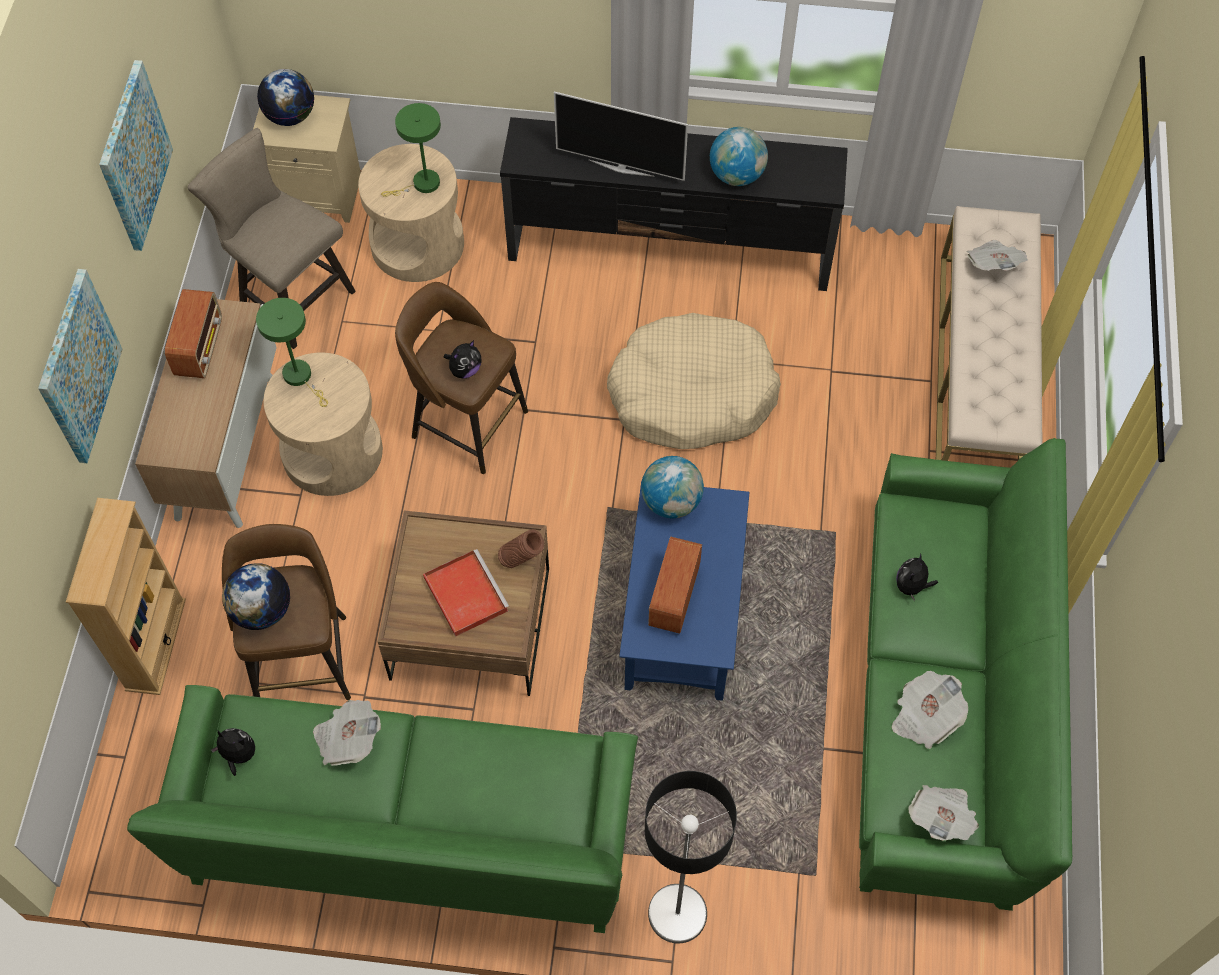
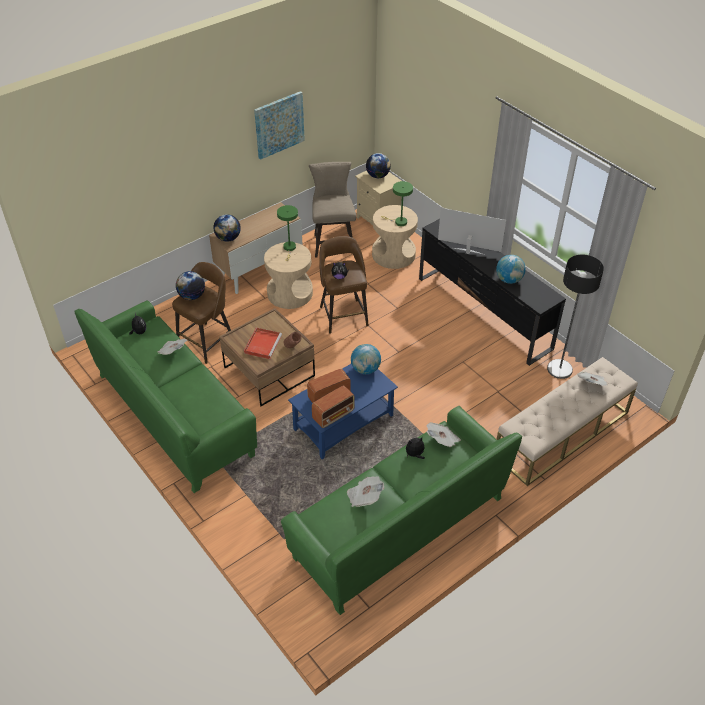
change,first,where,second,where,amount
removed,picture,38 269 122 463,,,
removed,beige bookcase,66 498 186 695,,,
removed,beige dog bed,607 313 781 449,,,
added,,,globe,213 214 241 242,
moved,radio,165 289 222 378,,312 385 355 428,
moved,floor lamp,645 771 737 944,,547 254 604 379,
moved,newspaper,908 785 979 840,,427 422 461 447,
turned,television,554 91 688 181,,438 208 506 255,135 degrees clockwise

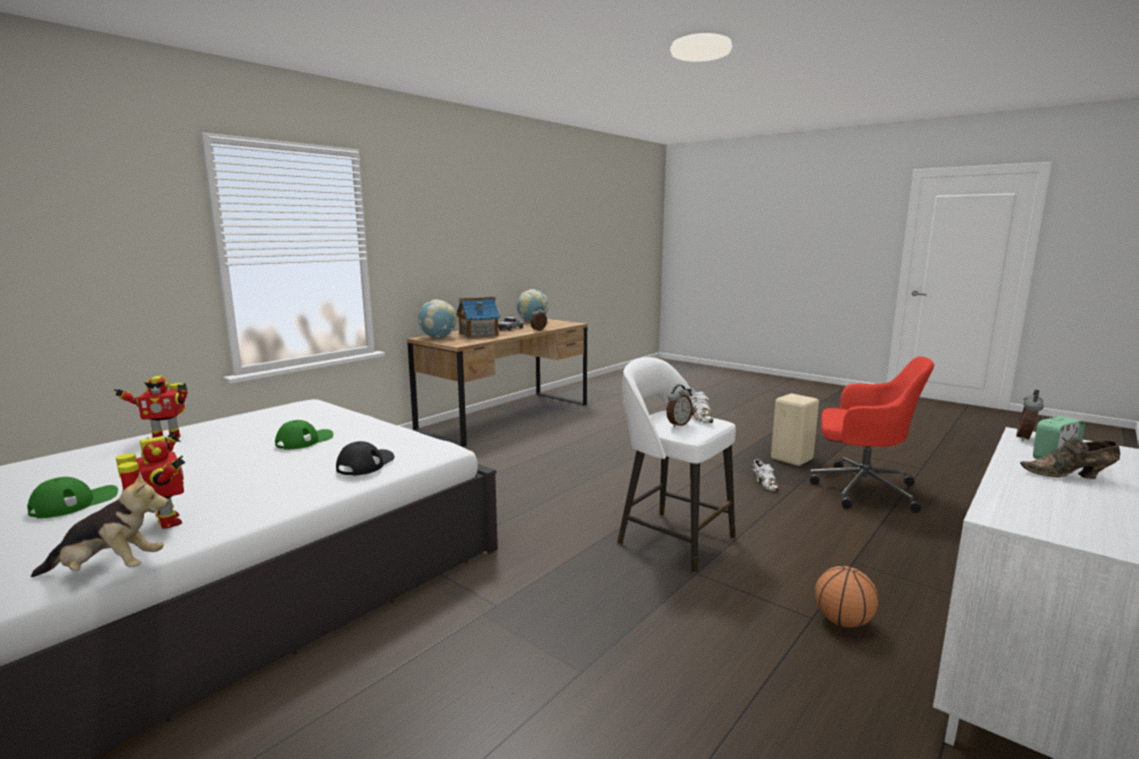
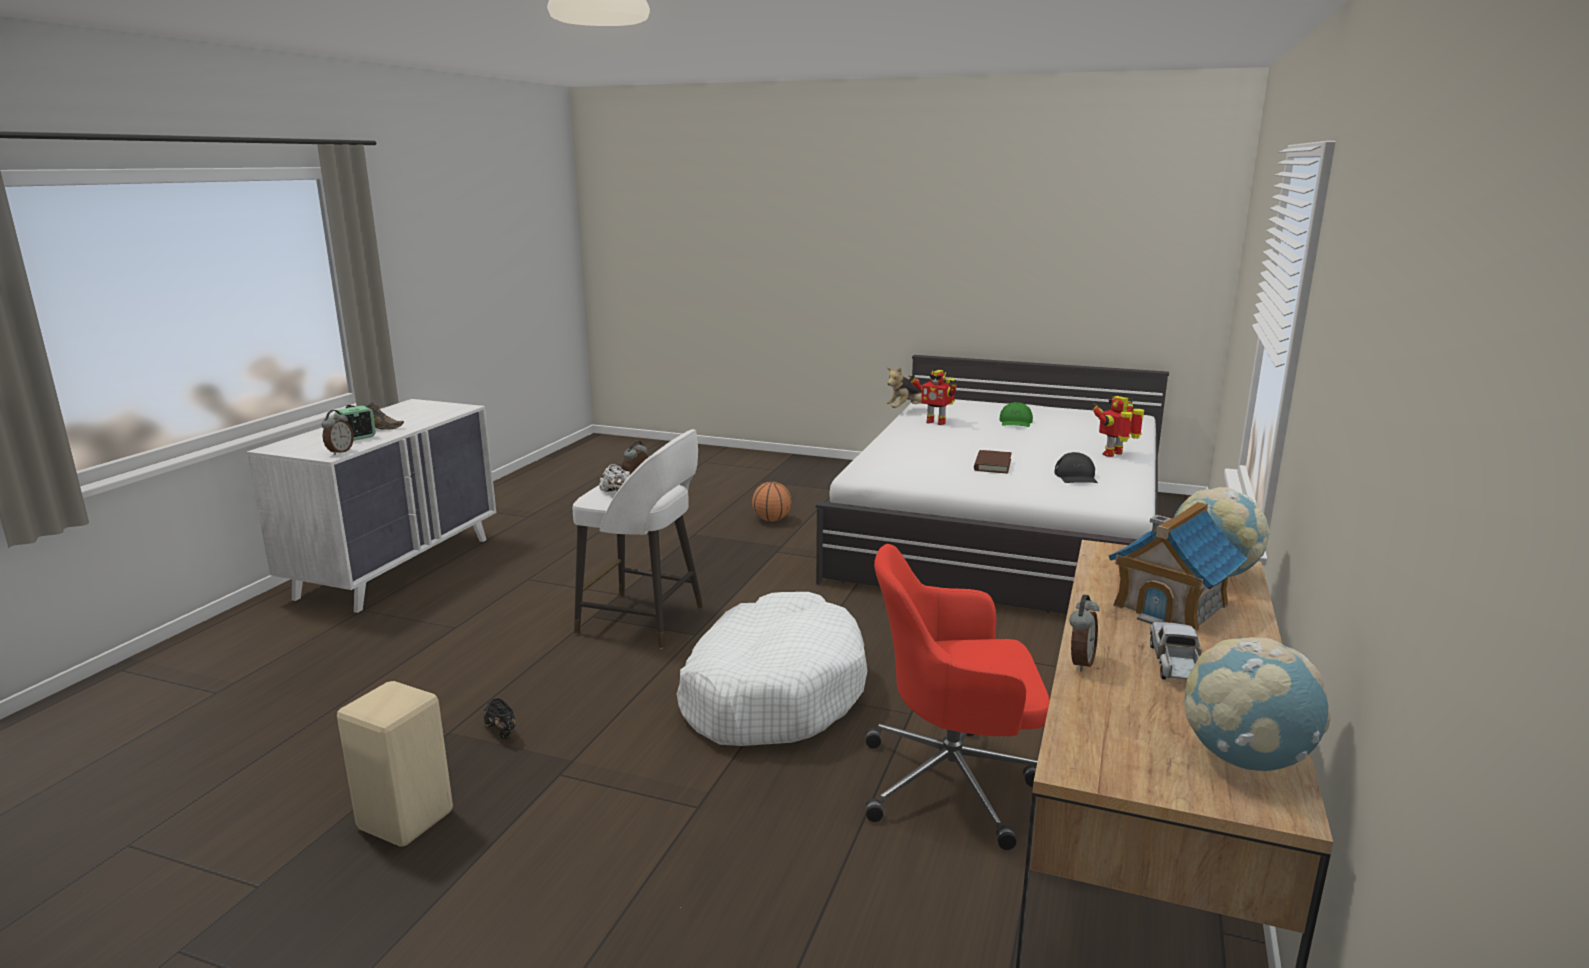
change,first,where,second,where,amount
added,,,white dog bed,677 592 867 746,
moved,black cap,336 441 395 476,,1054 452 1098 483,
moved,red office chair,810 356 934 513,,866 544 1050 850,
moved,basketball,815 566 878 628,,752 482 792 521,
replaced,green cap,275 420 333 449,brown book,974 450 1012 474,
recoloured,white shoe,753 459 779 491,black shoe,484 698 516 739,

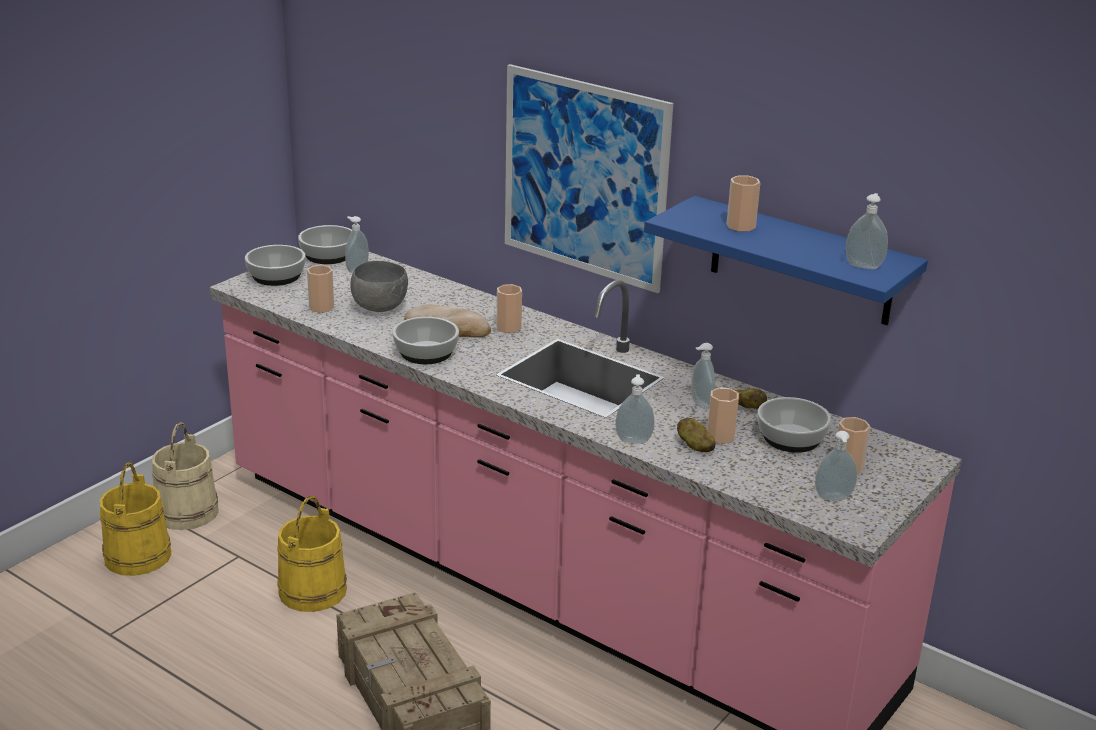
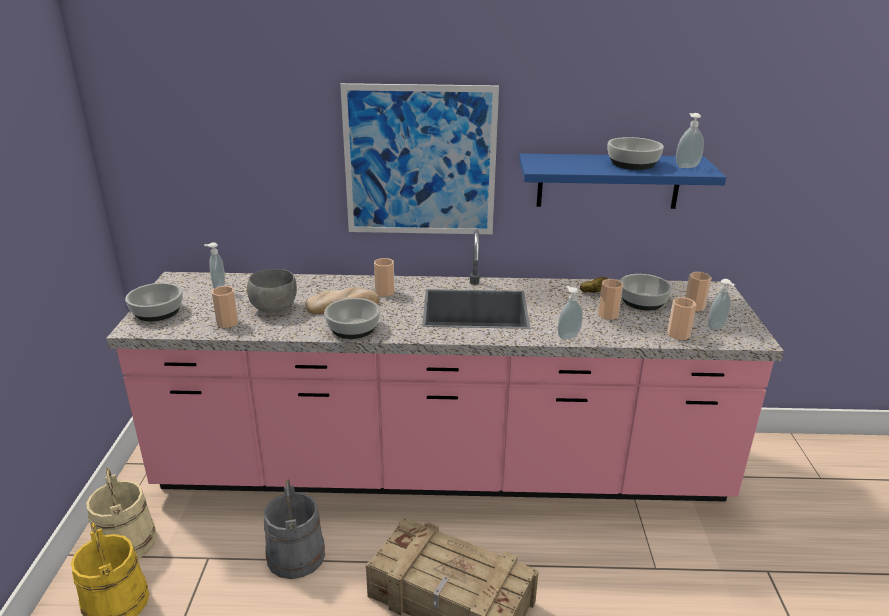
change,first,where,second,where,amount
removed,potato,677 417 716 452,,,
removed,soap dispenser,691 343 715 409,,,
moved,bowl,298 225 352 264,,608 137 664 170,
moved,cup,727 176 760 232,,667 297 696 340,
recoloured,yellow bucket,277 496 347 612,grey bucket,264 479 325 579,

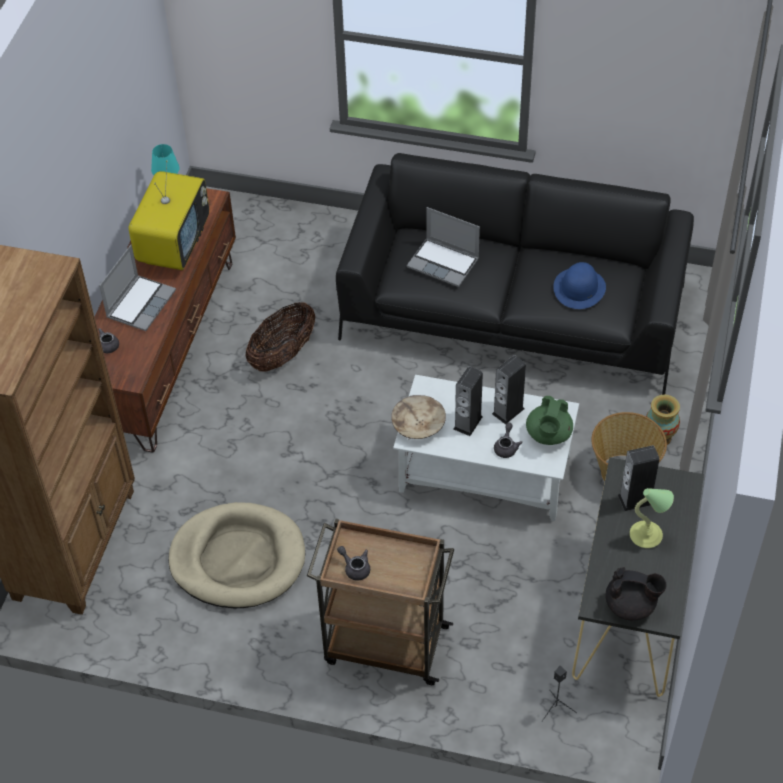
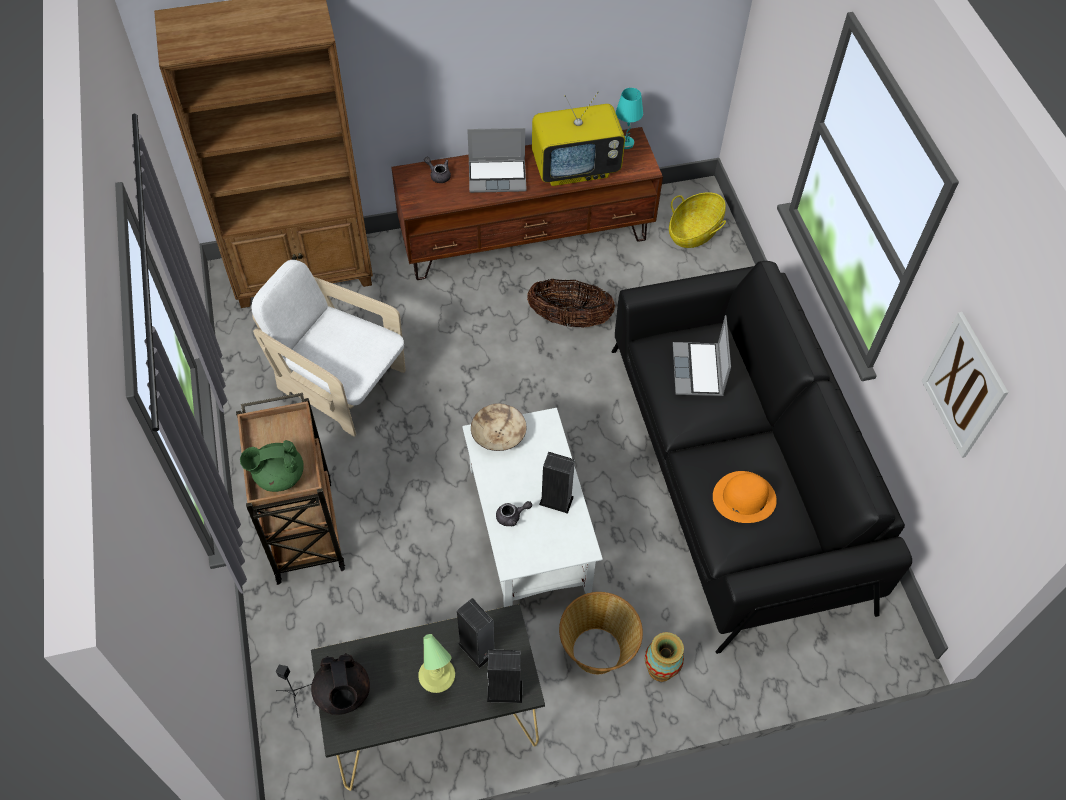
change,first,where,second,where,amount
removed,grey teapot,337 546 370 581,,,
added,,,basket,669 192 726 248,
added,,,picture,922 312 1008 458,
moved,speaker,453 366 483 436,,487 649 523 703,
moved,green teapot,526 396 573 445,,240 440 304 492,
replaced,beige dog bed,168 502 305 608,white armchair,252 260 406 437,
recoloured,blue hat,553 262 606 309,orange hat,713 471 777 523,

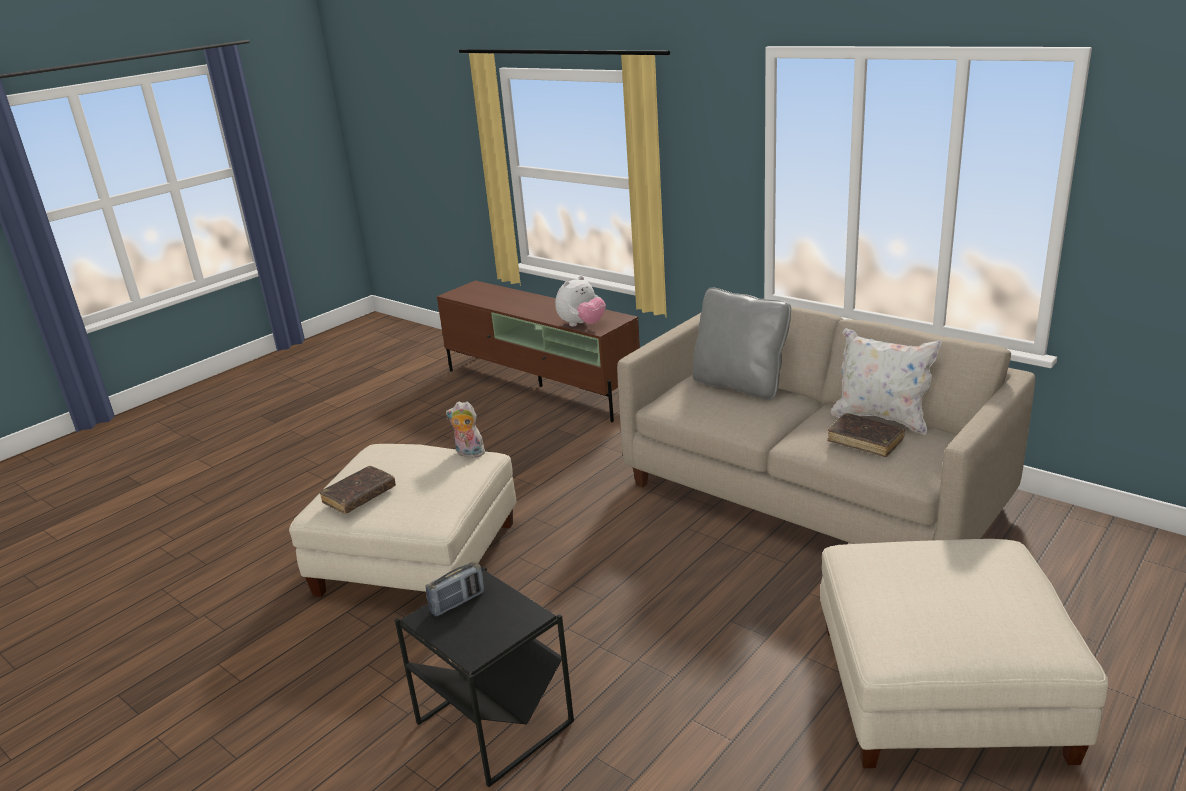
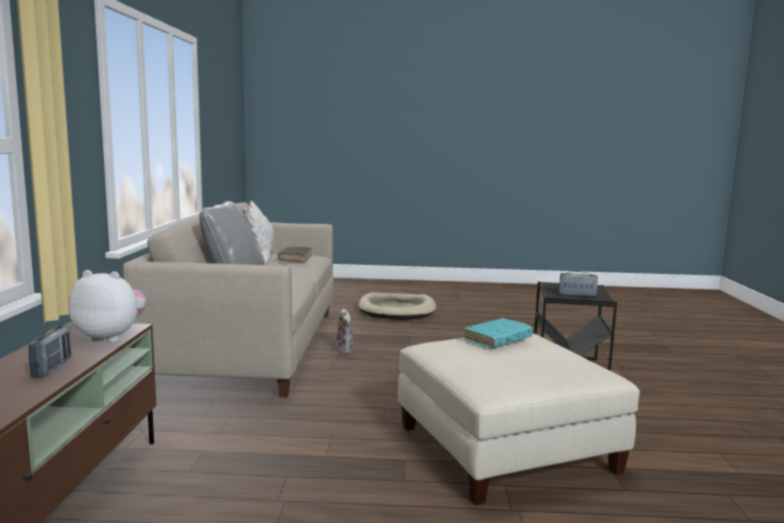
change,first,where,second,where,amount
removed,brown book,319 466 396 514,,,
added,,,radio,28 326 72 377,
added,,,turquoise book,464 318 533 348,
moved,plush toy,446 402 485 458,,336 308 355 354,
replaced,beige ottoman,820 539 1108 768,beige dog bed,358 292 436 320,

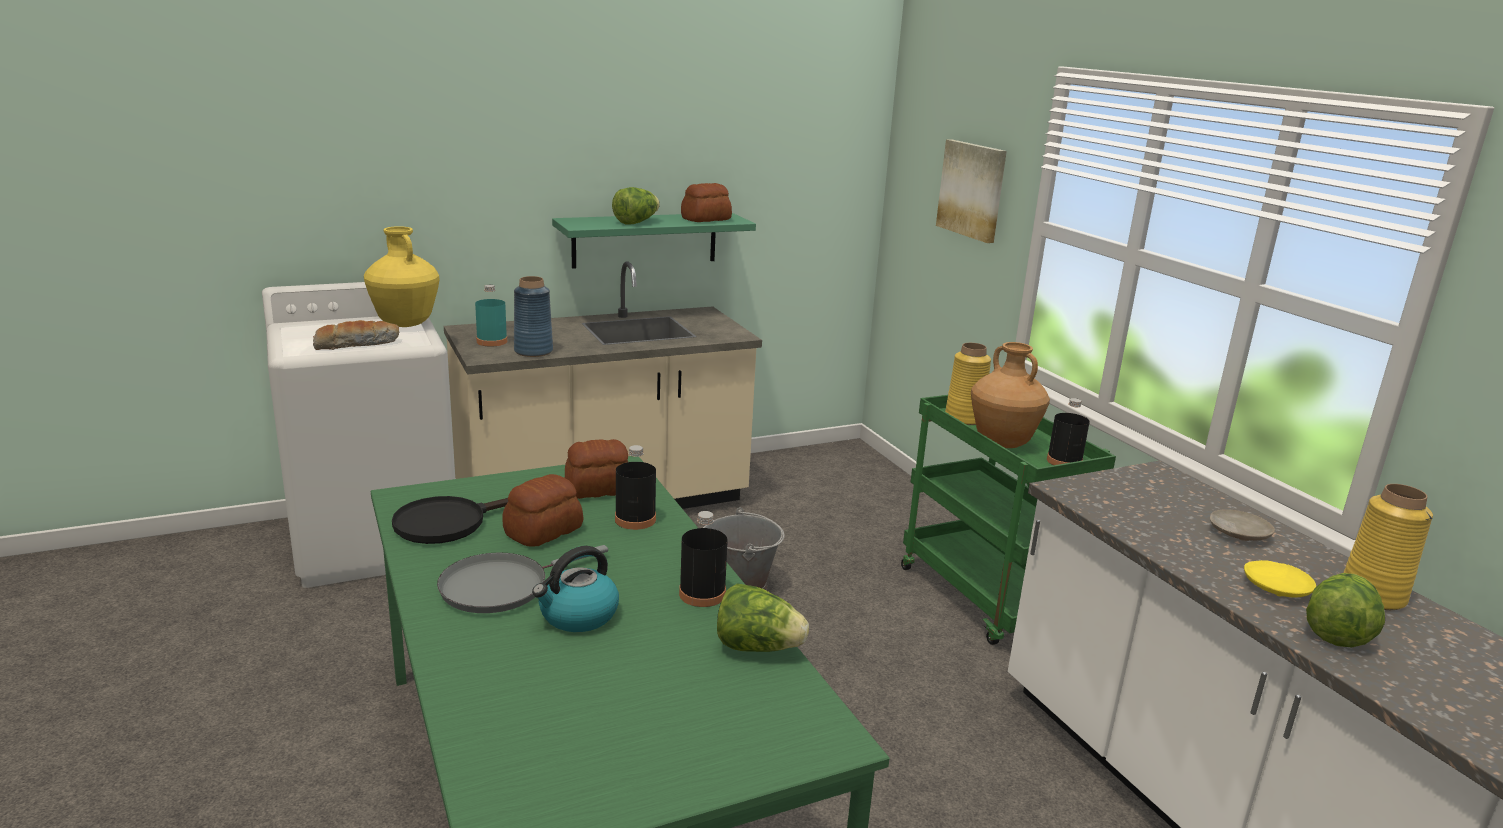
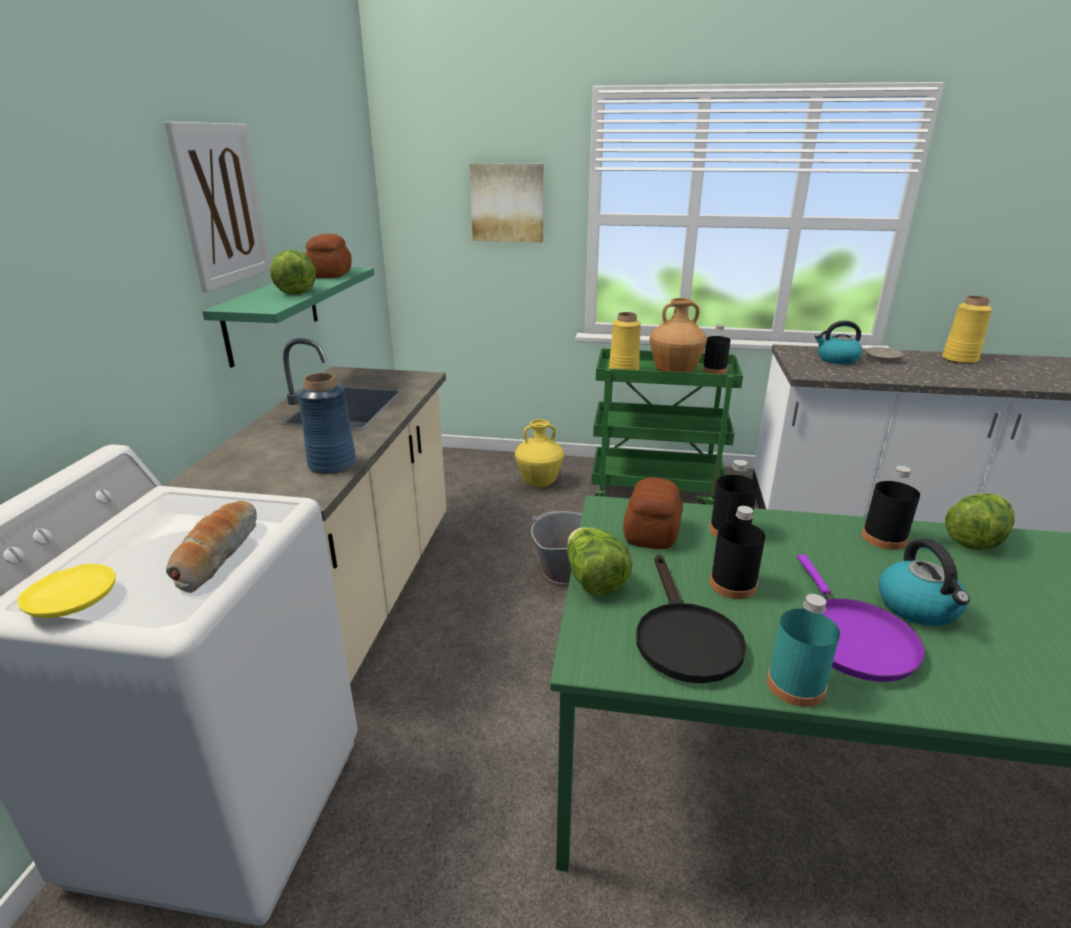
change,first,where,second,where,amount
added,,,picture,164 122 271 292,
added,,,kettle,815 321 863 364,
moved,yellow vase,364 226 440 327,,515 419 564 487,
moved,turquoise bottle,475 285 507 347,,767 594 840 707,
moved,yellow plate,1244 560 1316 598,,18 564 116 618,
moved,lettuce,1306 573 1385 648,,567 527 633 596,
replaced,bread,502 474 584 547,black bottle,710 506 765 599,
recoloured,grey frying pan,437 545 608 613,purple frying pan,797 555 925 682,

